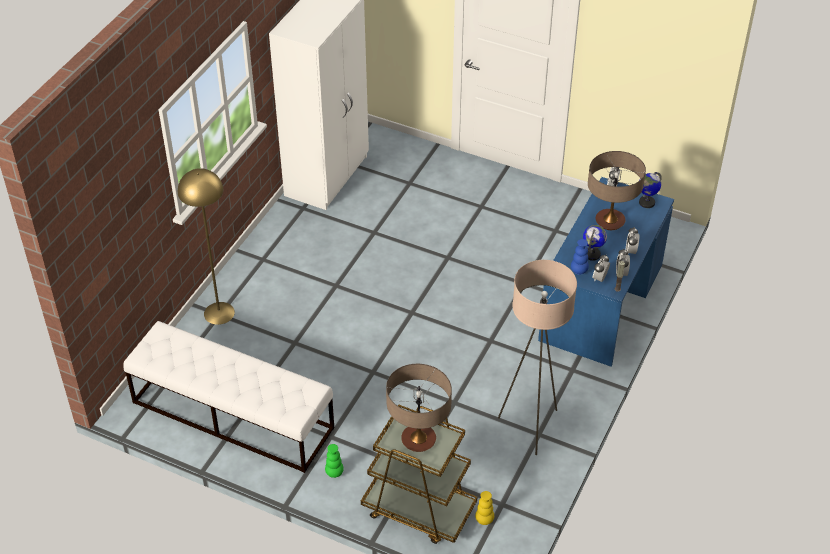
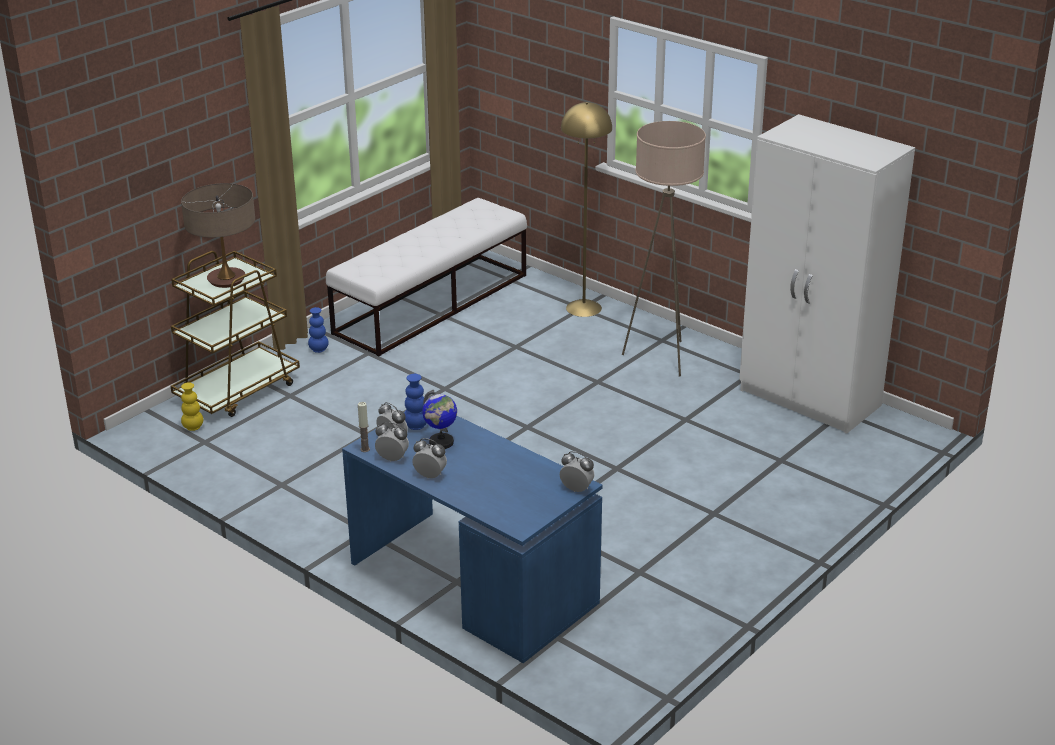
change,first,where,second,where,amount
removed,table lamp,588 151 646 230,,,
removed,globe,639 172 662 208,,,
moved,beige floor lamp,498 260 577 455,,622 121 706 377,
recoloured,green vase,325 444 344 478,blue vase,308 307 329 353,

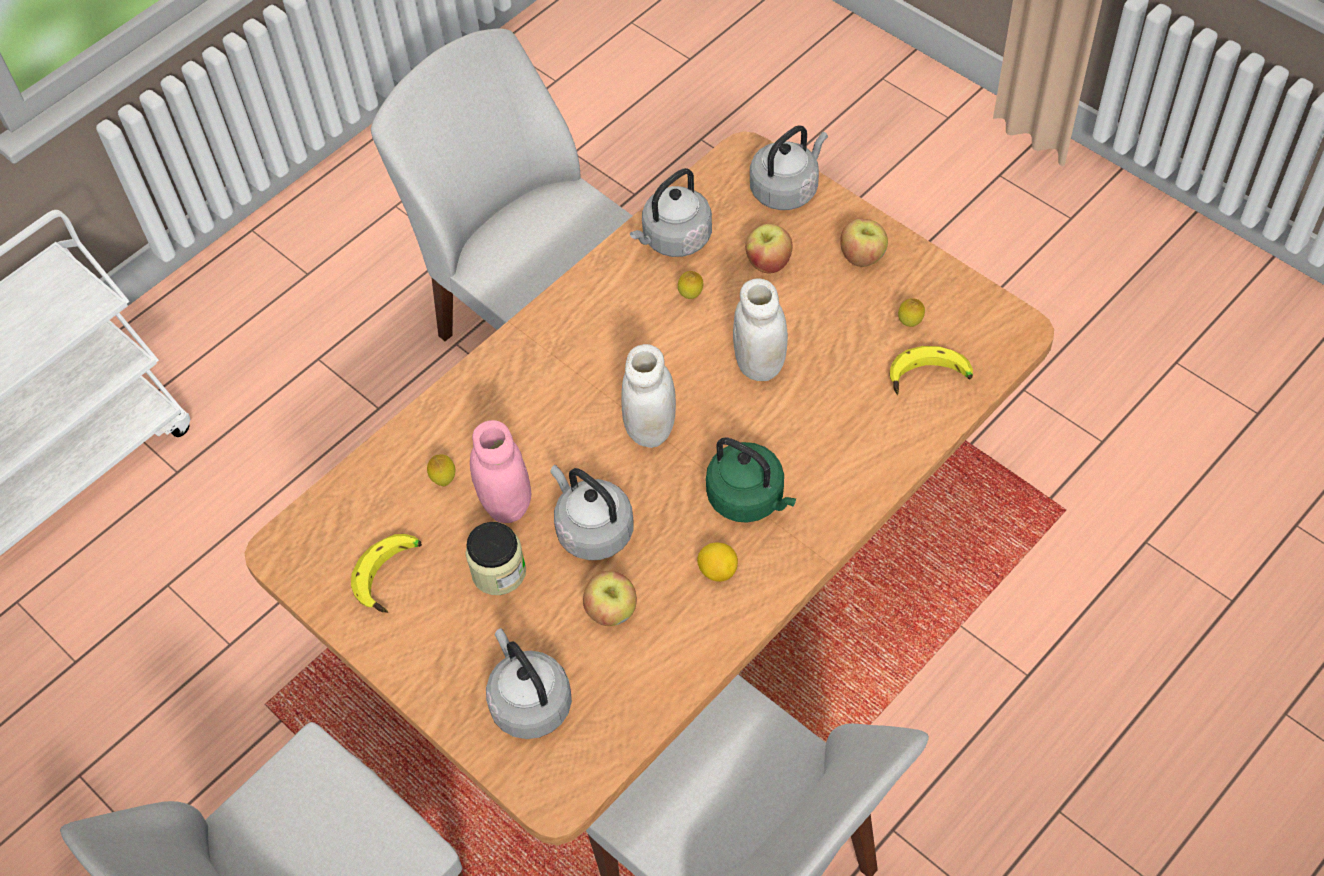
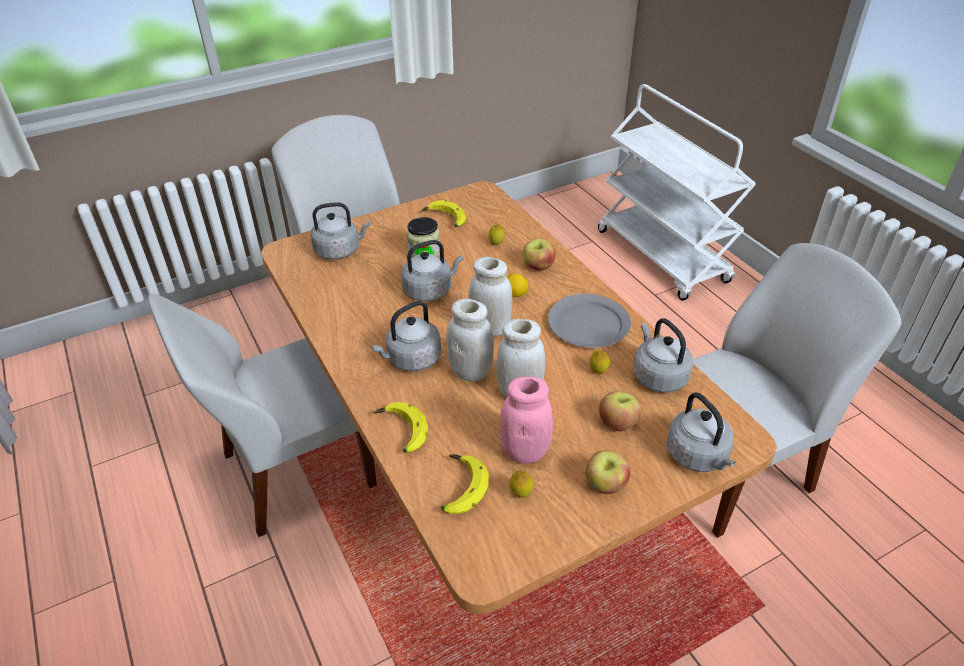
change,first,where,second,where,amount
added,,,banana,374 402 428 453,
added,,,white jar,447 299 494 382,
added,,,grey plate,548 294 631 348,
moved,pink jar,470 420 531 523,,500 377 553 464,
moved,apple,583 571 637 626,,523 238 556 270,
moved,lemon,697 543 738 582,,507 273 529 297,
recoloured,green kettle,706 437 796 523,grey kettle,371 301 441 371,

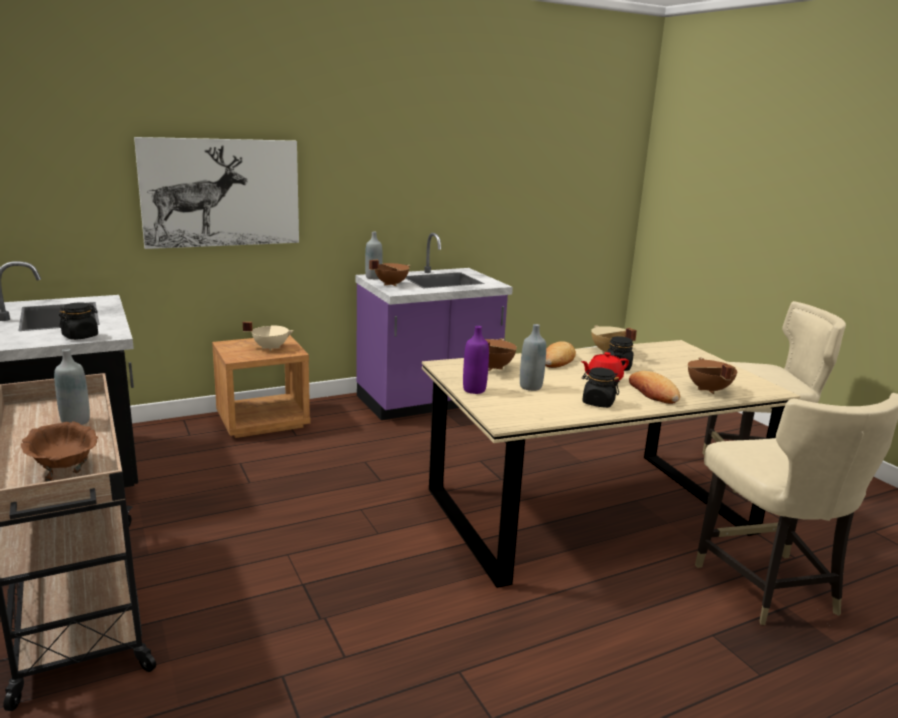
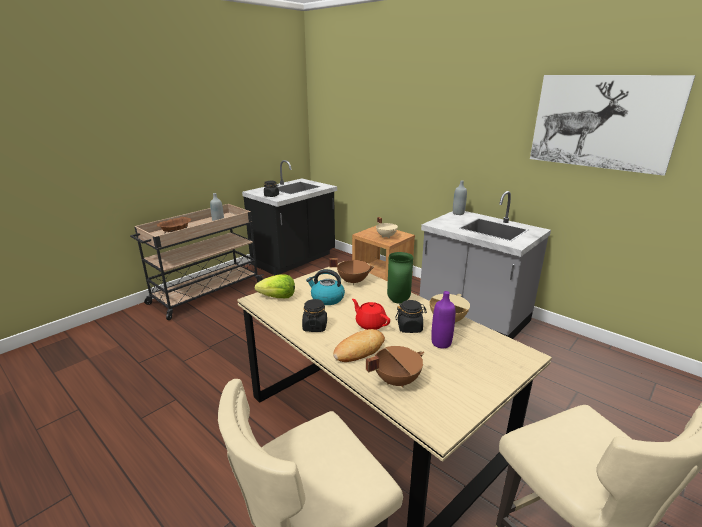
change,first,where,second,where,amount
removed,brown cooking pot,369 260 410 286,,,
added,,,lettuce,255 274 295 298,
moved,picture,134 137 299 249,,530 75 696 176,
moved,purple bottle,463 326 489 394,,431 291 455 348,
replaced,grey bottle,520 324 546 391,kettle,306 269 345 305,
replaced,bread,545 341 576 368,green vase,387 252 413 304,
recoloured,purple counter,355 233 513 420,grey counter,420 191 551 339,

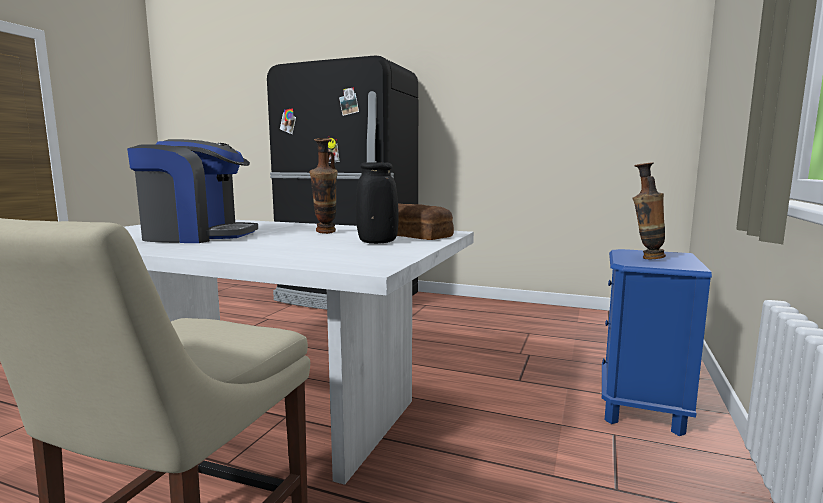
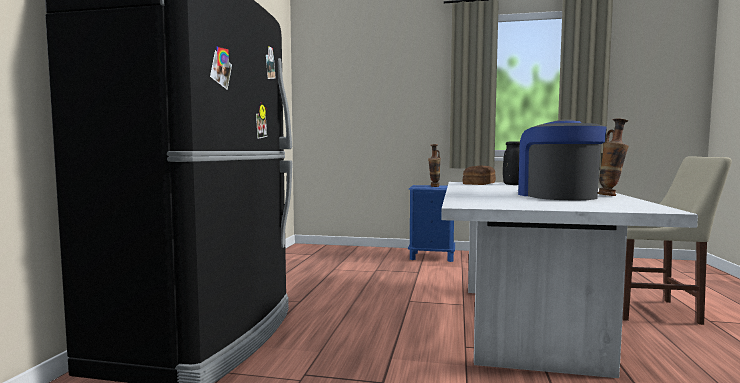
change,first,where,second,where,amount
moved,vase,310 138 338 234,,598 118 629 196,

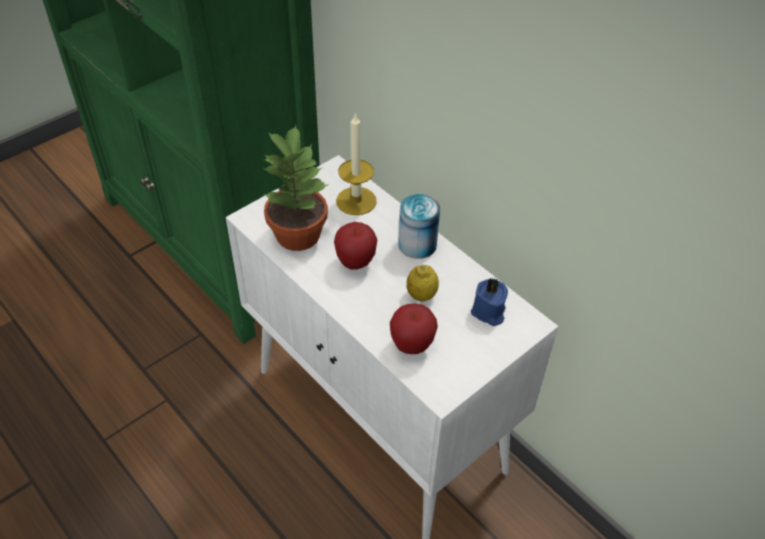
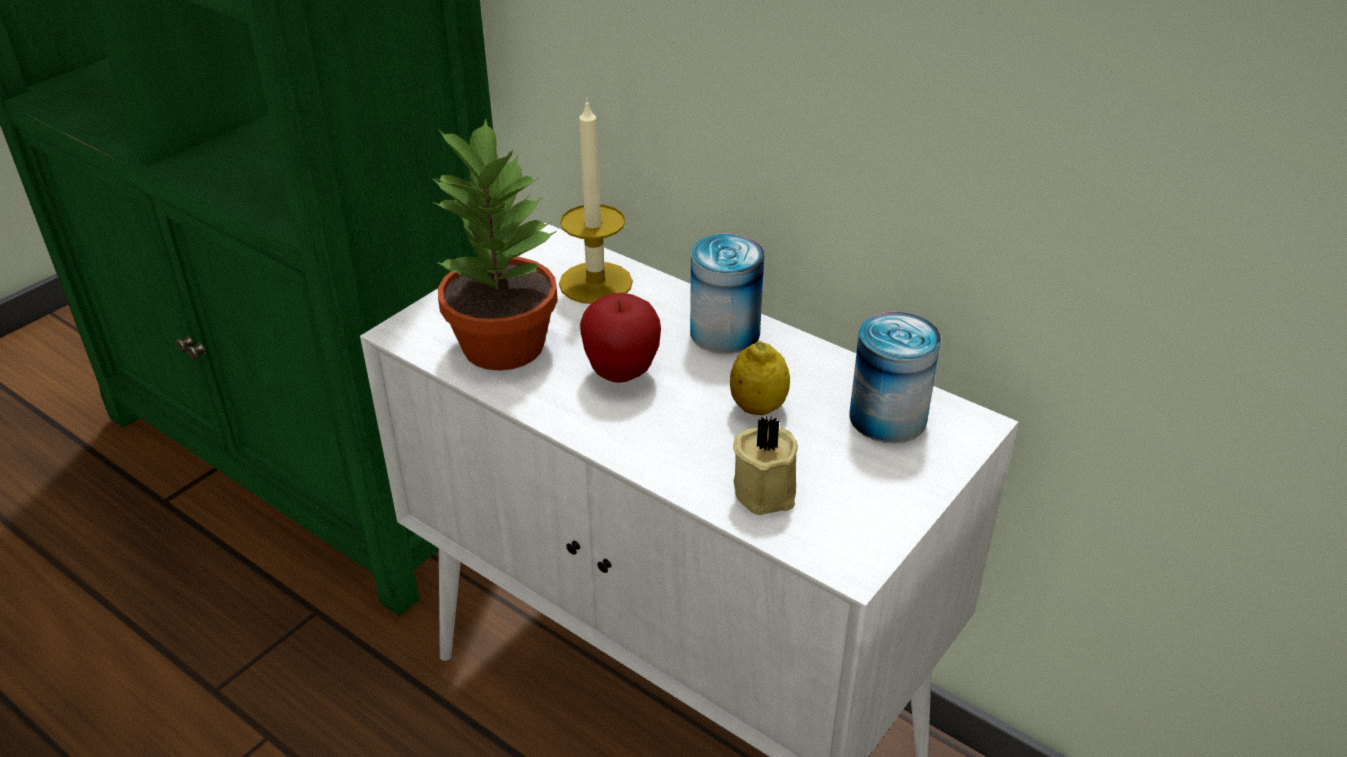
change,first,where,second,where,amount
replaced,apple,390 304 438 354,beige candle,733 416 798 515,
replaced,blue candle,471 277 508 326,can,850 312 941 443,

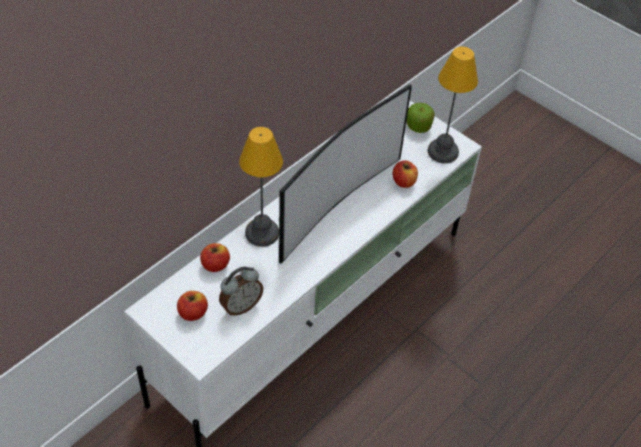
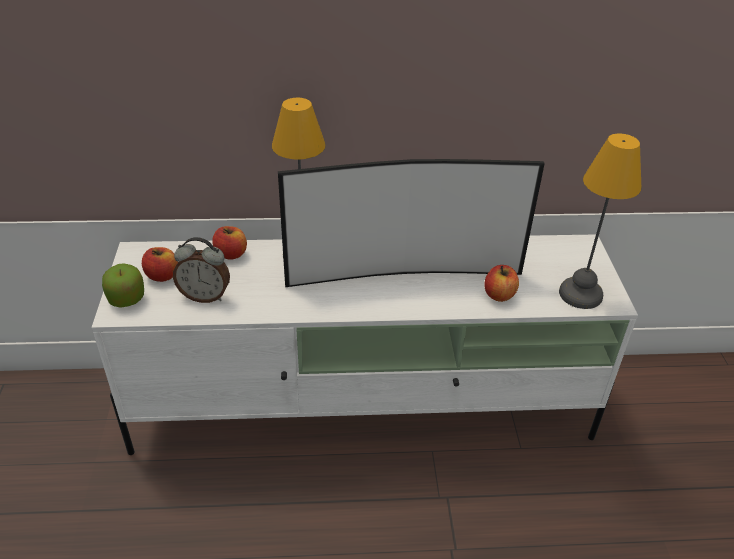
change,first,where,second,where,amount
moved,apple,406 103 435 133,,102 263 144 307,

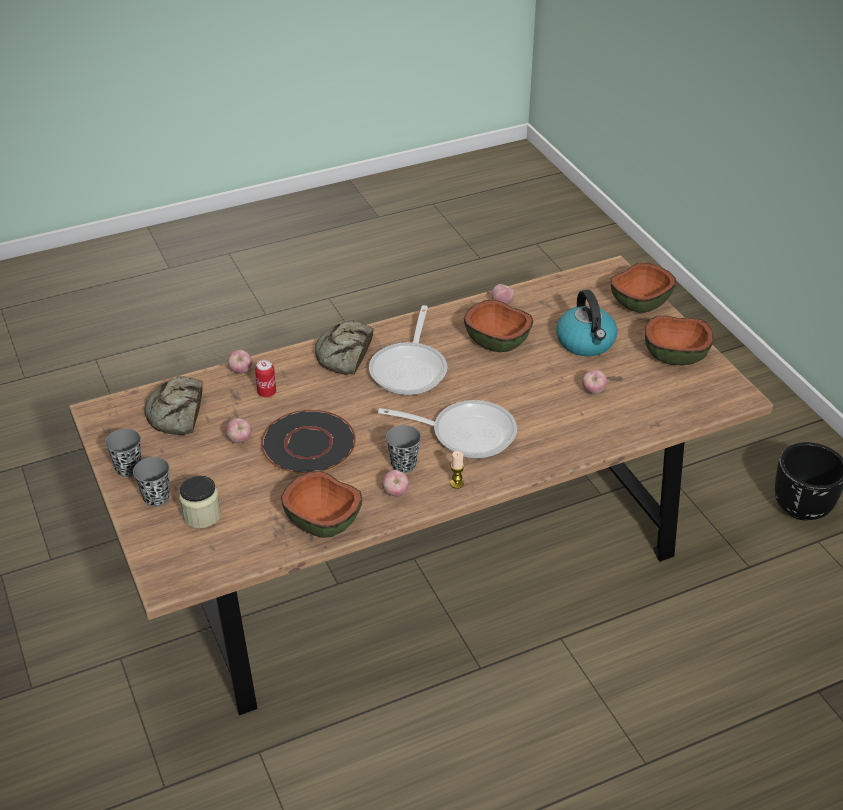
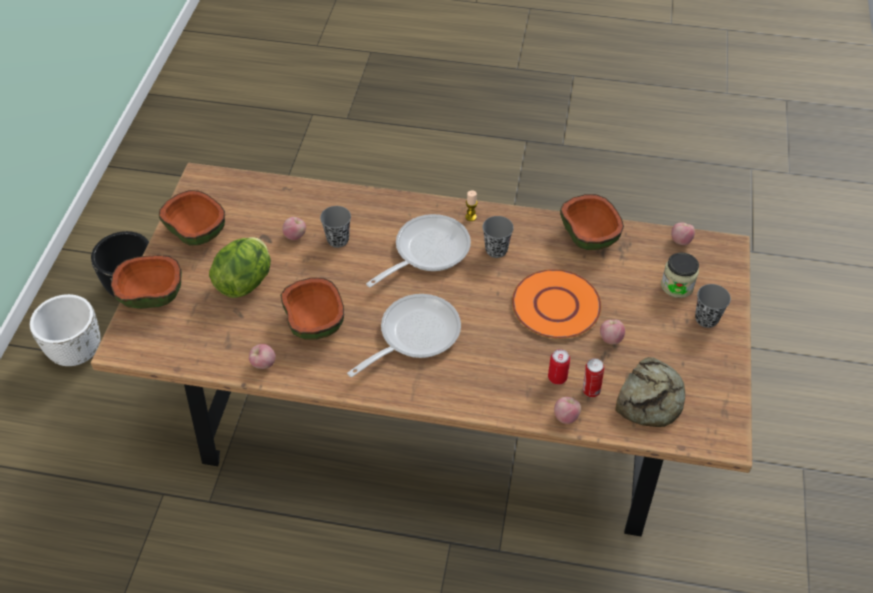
change,first,where,second,where,amount
removed,bread,315 320 374 375,,,
added,,,white planter,30 294 100 366,
added,,,can,583 358 604 397,
moved,grey cup,105 429 141 477,,320 206 351 248,
moved,apple,382 470 409 496,,671 222 695 245,
replaced,kettle,556 290 617 356,lettuce,209 237 271 298,
recoloured,black plate,260 410 356 474,orange plate,512 269 601 339,
turned,frying pan,378 400 517 459,,366 214 471 287,90 degrees clockwise

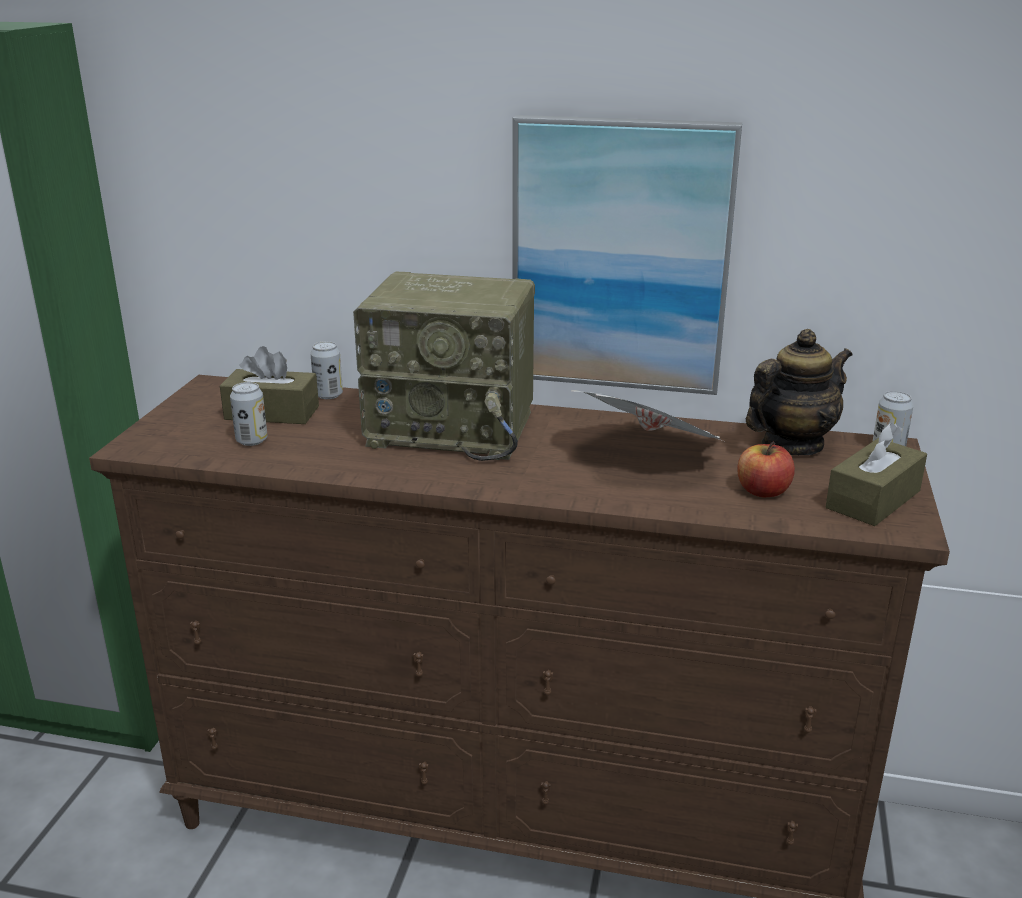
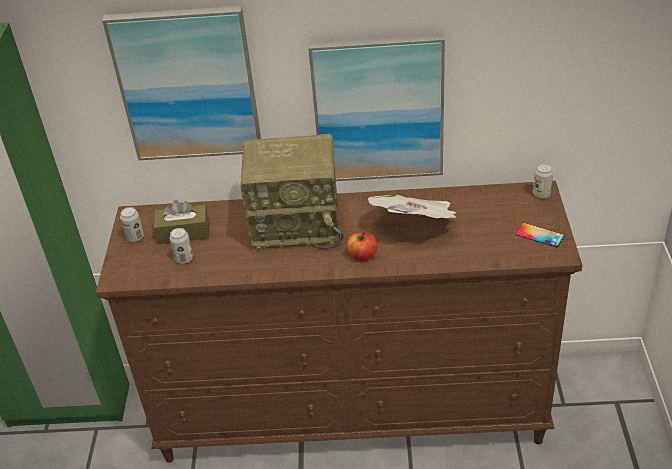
change,first,where,second,where,amount
removed,teapot,746 329 852 455,,,
added,,,picture,102 6 261 160,
moved,can,310 341 343 399,,120 207 144 242,
moved,apple,737 441 795 497,,347 231 377 261,
replaced,brown tissue box,826 423 927 526,phone,516 222 564 247,

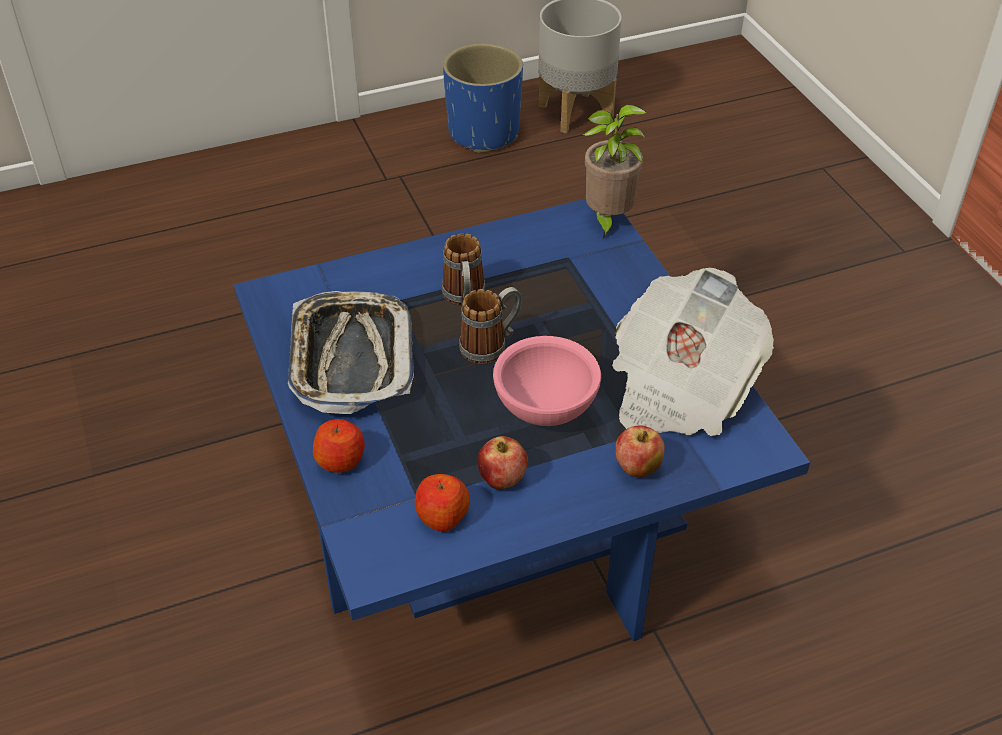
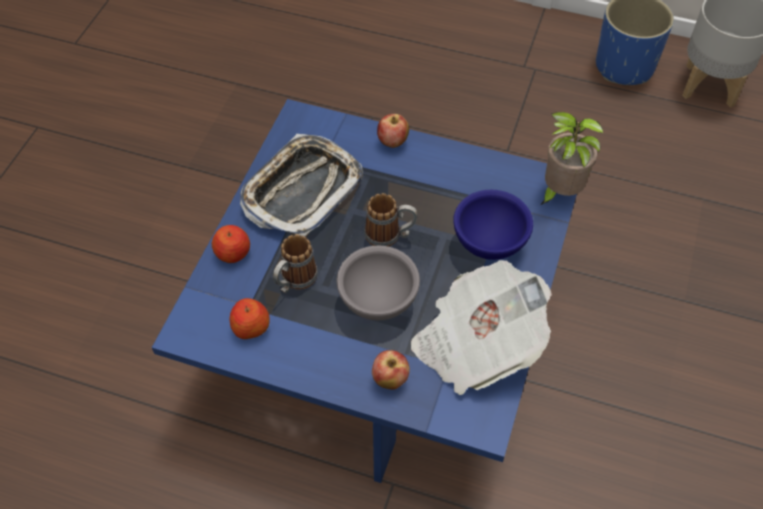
change,first,where,second,where,amount
added,,,blue bowl,453 190 533 260,
moved,mug,442 233 485 305,,273 234 318 293,
moved,apple,478 436 528 490,,377 114 409 148,
recoloured,pink bowl,493 336 601 426,grey bowl,337 246 420 320,

